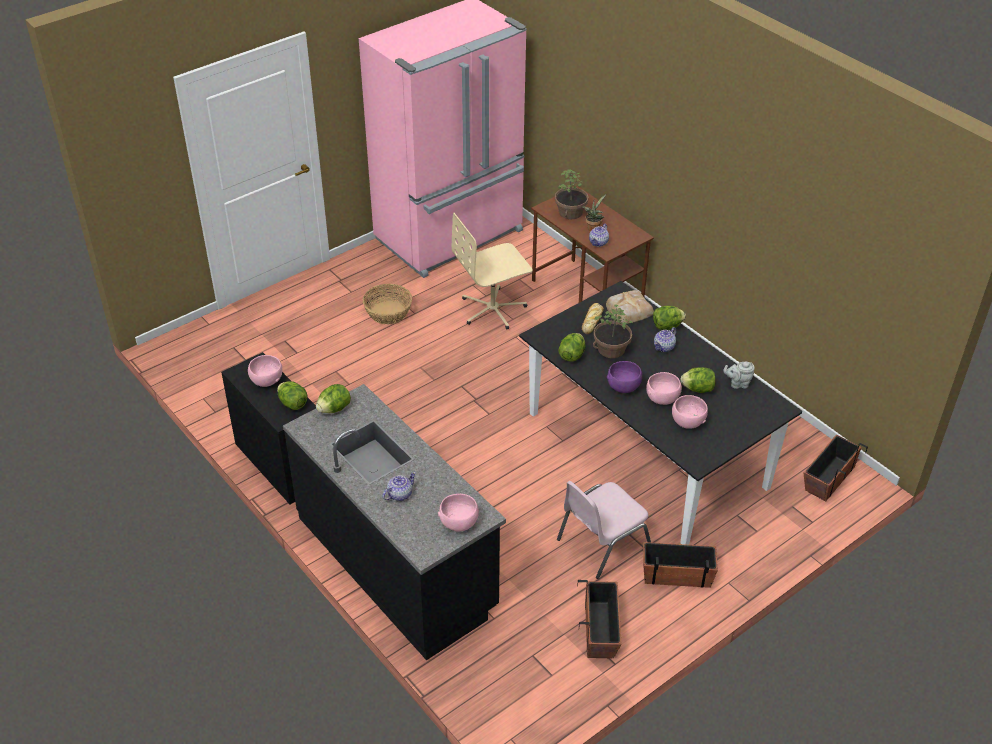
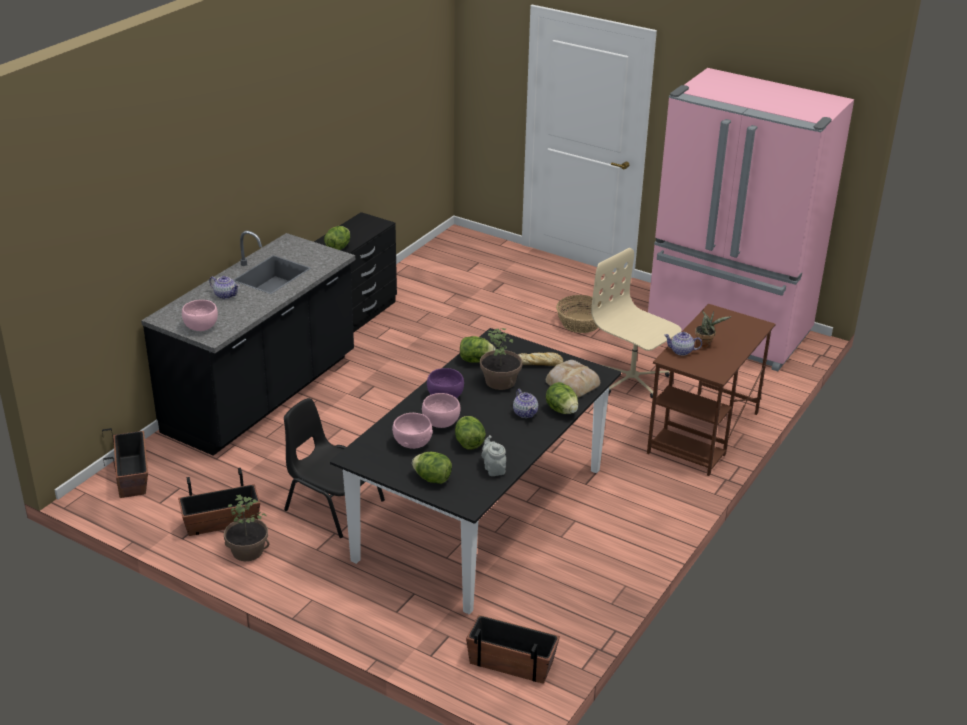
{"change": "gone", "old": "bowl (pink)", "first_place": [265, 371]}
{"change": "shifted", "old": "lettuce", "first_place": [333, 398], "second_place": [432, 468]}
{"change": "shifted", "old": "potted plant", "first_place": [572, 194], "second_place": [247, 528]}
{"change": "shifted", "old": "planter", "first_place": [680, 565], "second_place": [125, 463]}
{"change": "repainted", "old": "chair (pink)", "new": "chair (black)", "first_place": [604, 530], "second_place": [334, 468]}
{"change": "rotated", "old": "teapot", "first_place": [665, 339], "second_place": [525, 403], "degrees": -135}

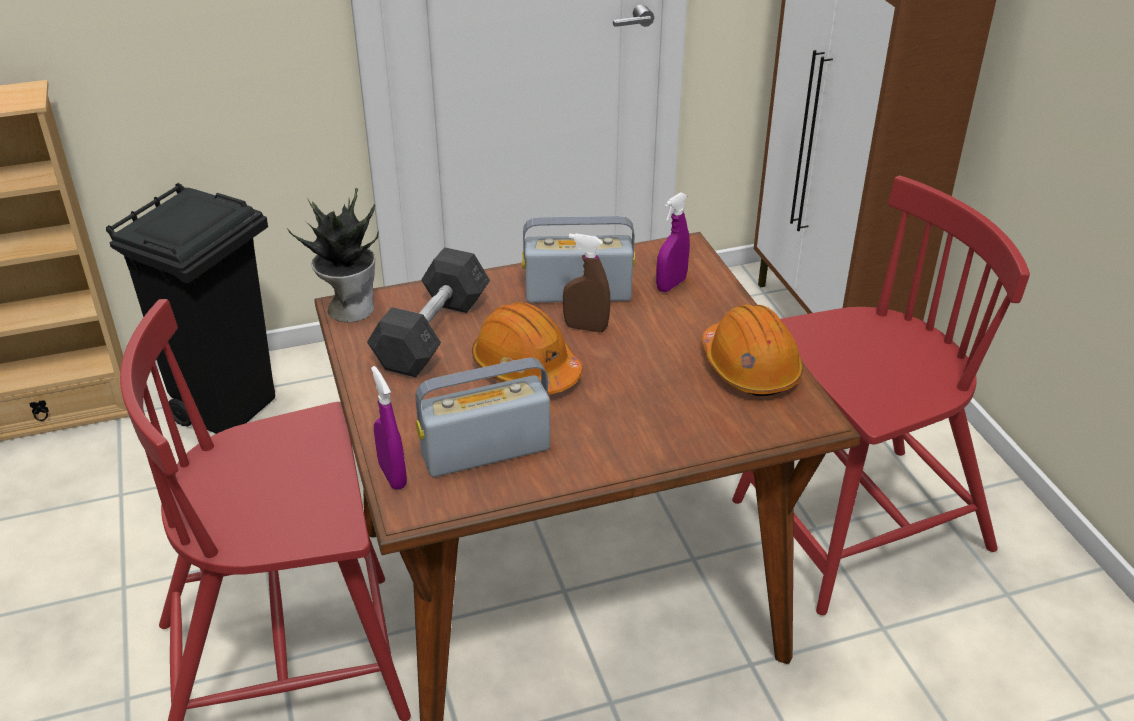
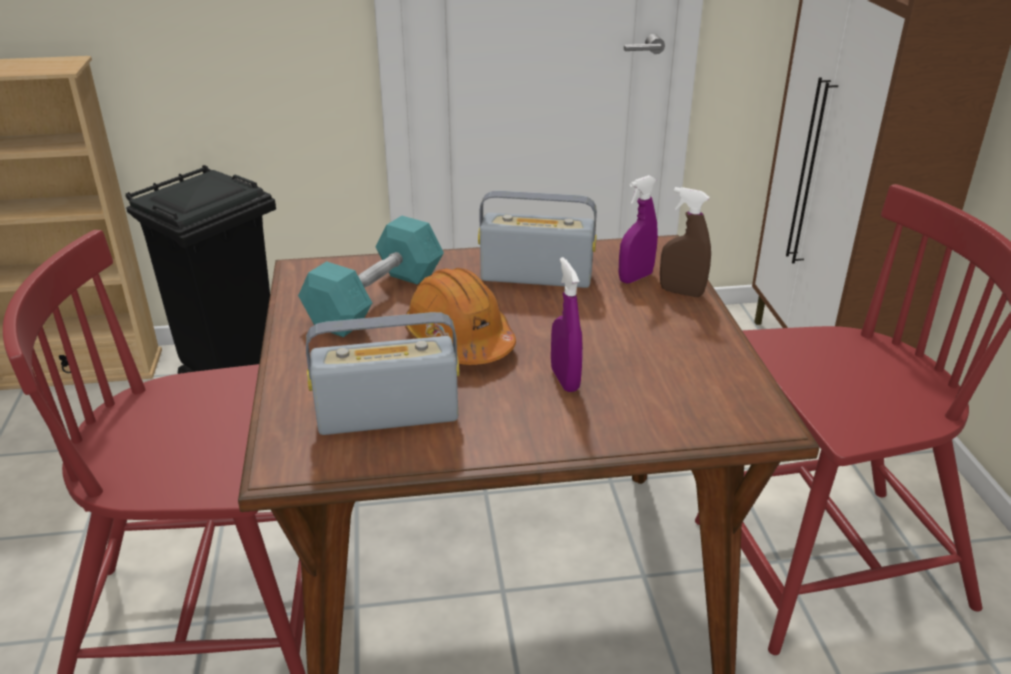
{"change": "gone", "old": "potted plant", "first_place": [333, 255]}
{"change": "gone", "old": "hard hat (orange)", "first_place": [753, 350]}
{"change": "shifted", "old": "spray bottle (purple)", "first_place": [389, 428], "second_place": [567, 324]}
{"change": "shifted", "old": "spray bottle (brown)", "first_place": [586, 282], "second_place": [685, 242]}
{"change": "repainted", "old": "dumbbell (grey)", "new": "dumbbell (turquoise)", "first_place": [428, 312], "second_place": [371, 276]}

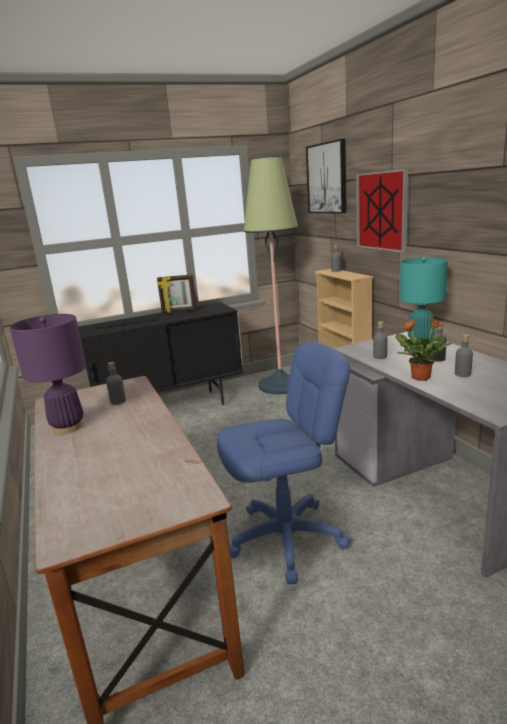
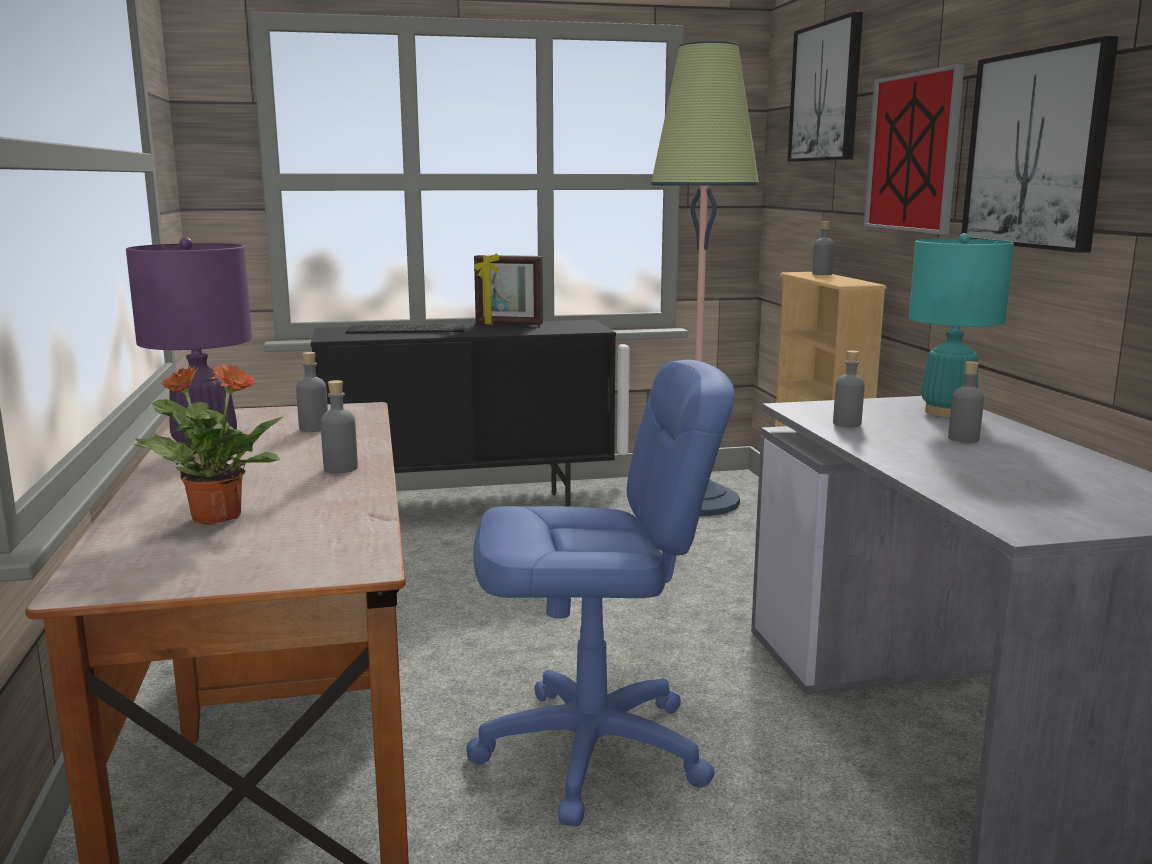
{"change": "new", "new": "picture", "second_place": [1040, 144]}
{"change": "shifted", "old": "potted plant", "first_place": [423, 349], "second_place": [208, 444]}
{"change": "shifted", "old": "bottle (grey)", "first_place": [464, 356], "second_place": [339, 426]}

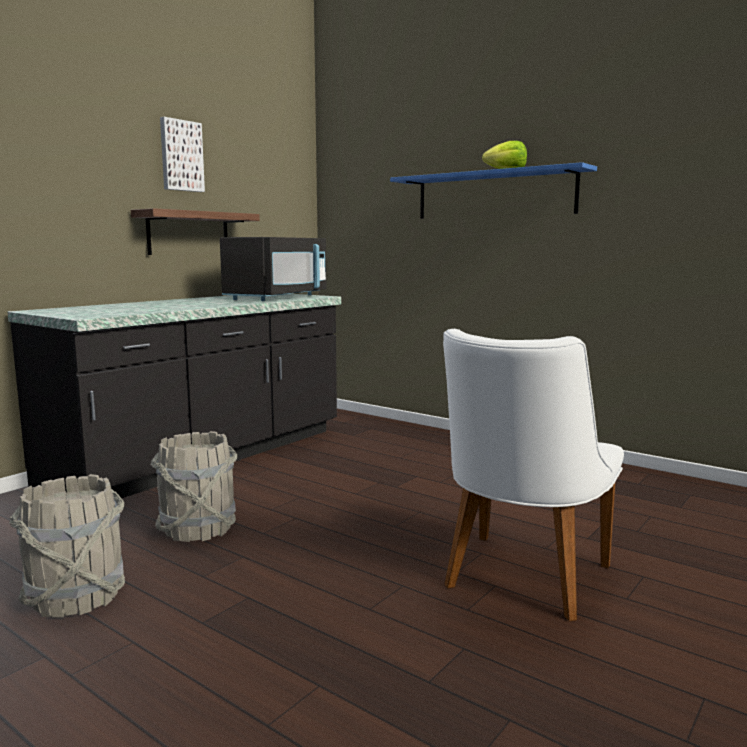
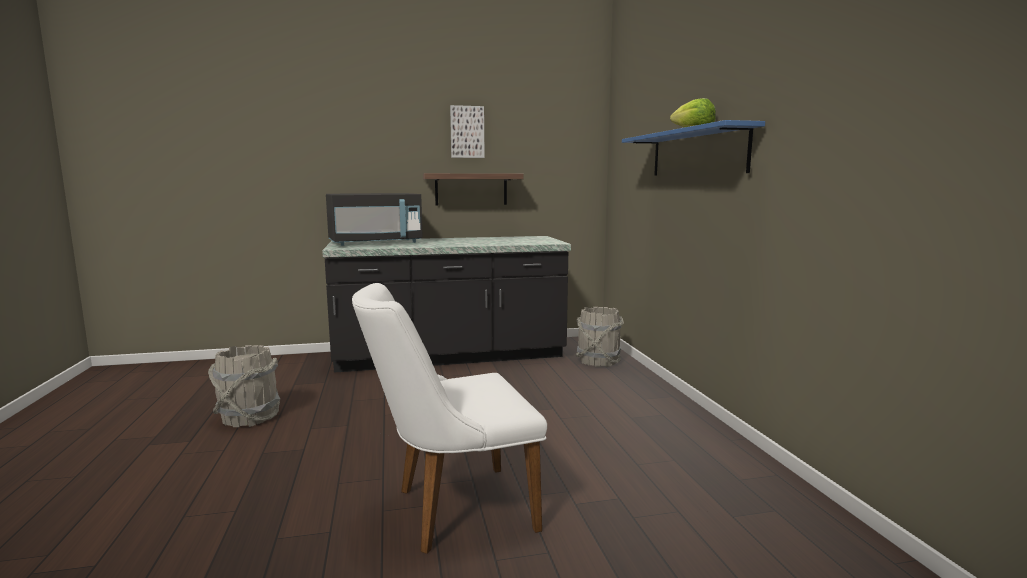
{"change": "shifted", "old": "bucket (grey)", "first_place": [194, 486], "second_place": [600, 337]}
{"change": "shifted", "old": "microwave (black)", "first_place": [273, 269], "second_place": [374, 219]}

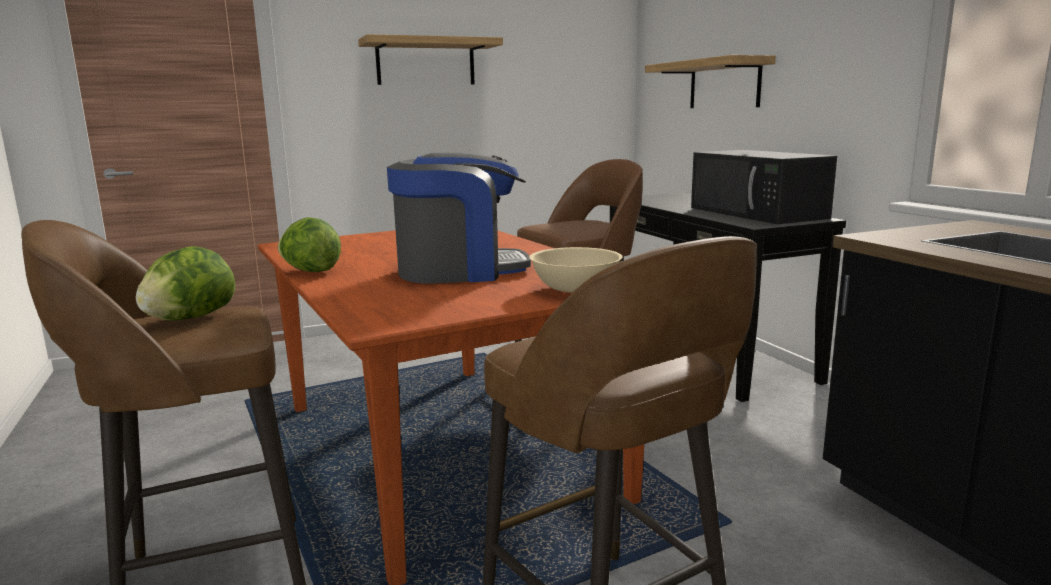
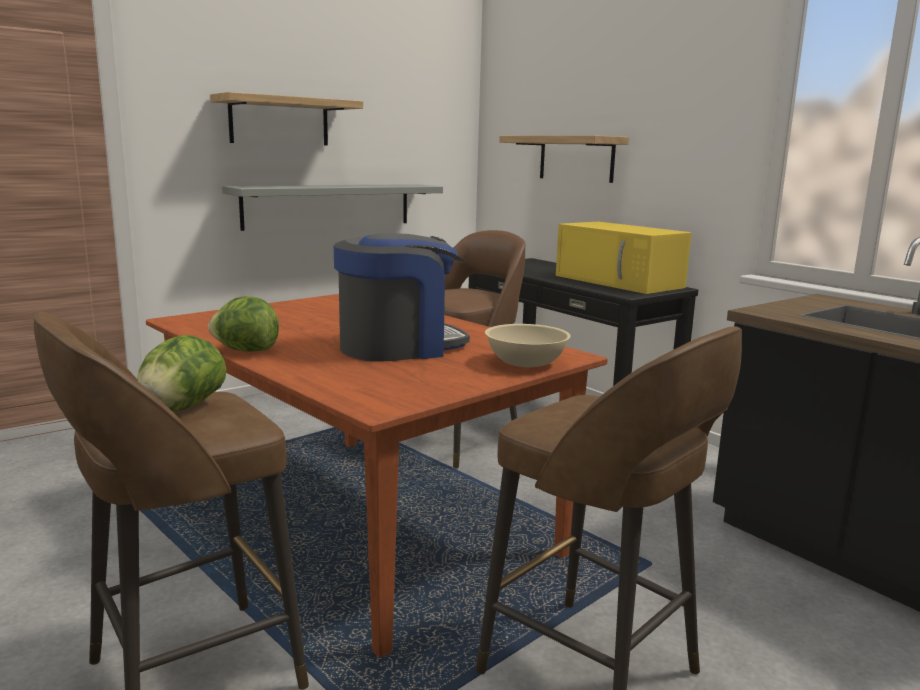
{"change": "new", "new": "shelf (grey)", "second_place": [332, 207]}
{"change": "repainted", "old": "microwave (black)", "new": "microwave (yellow)", "first_place": [764, 187], "second_place": [623, 258]}

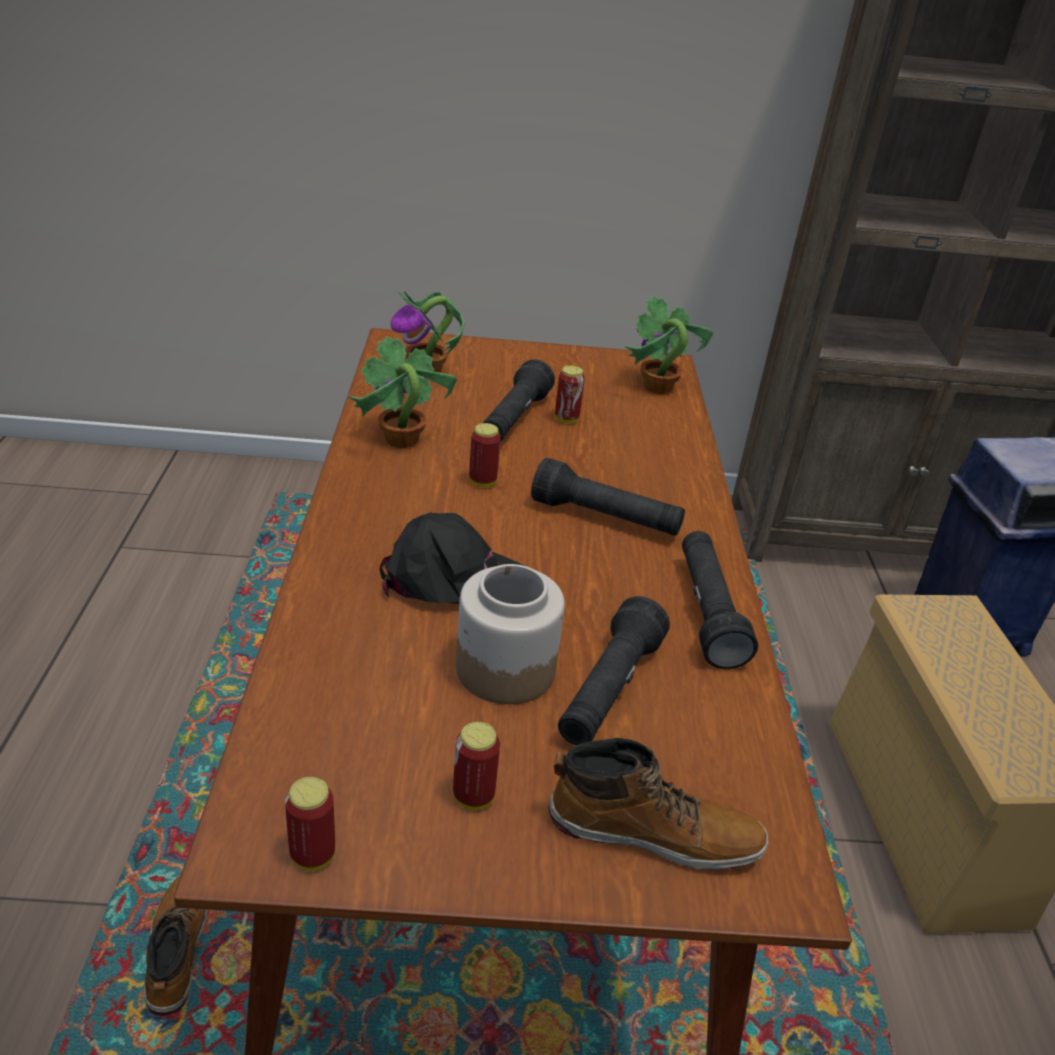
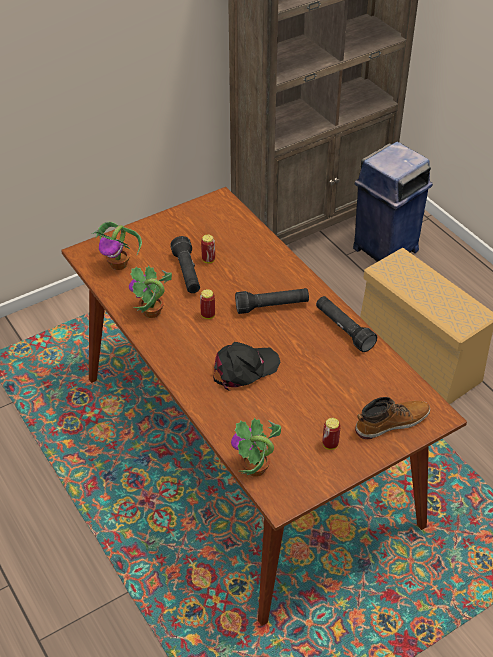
{"change": "gone", "old": "boot", "first_place": [176, 945]}
{"change": "gone", "old": "can", "first_place": [310, 824]}
{"change": "gone", "old": "jar", "first_place": [510, 634]}
{"change": "gone", "old": "flashlight (black)", "first_place": [614, 670]}
{"change": "shifted", "old": "potted plant", "first_place": [668, 345], "second_place": [256, 447]}

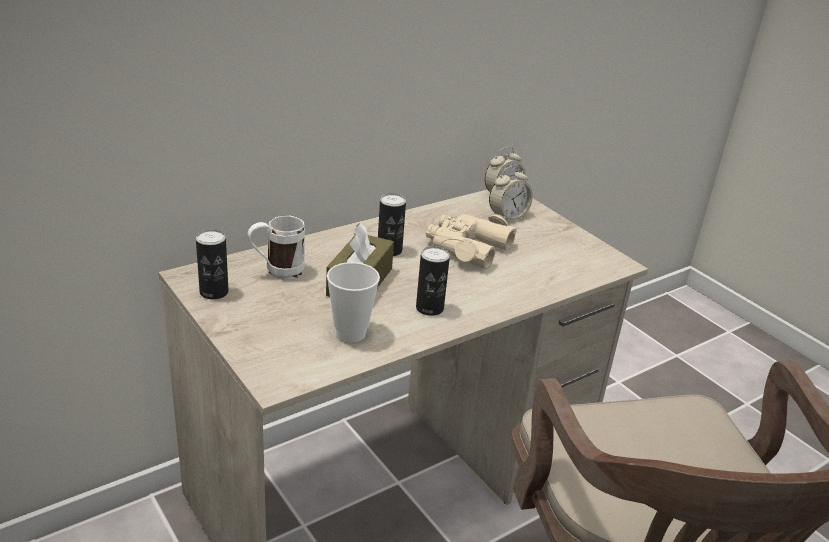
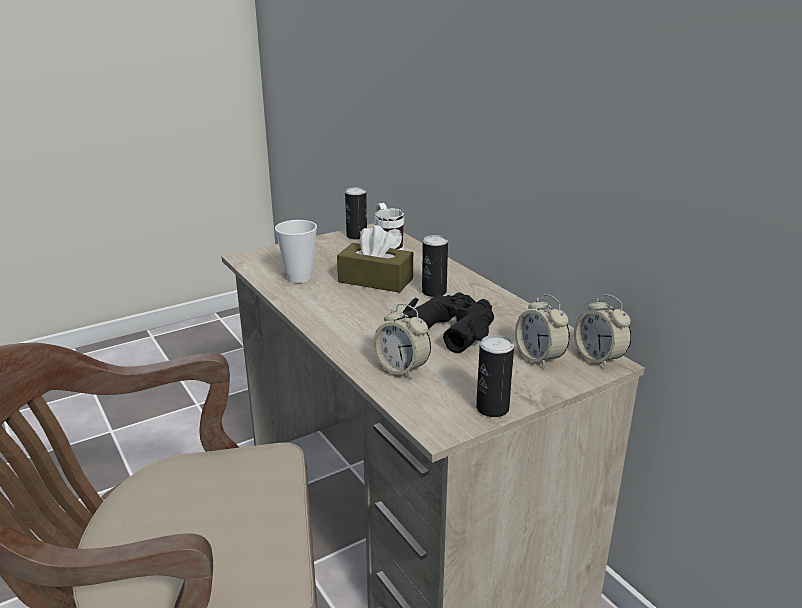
{"change": "new", "new": "alarm clock", "second_place": [402, 341]}
{"change": "shifted", "old": "can", "first_place": [433, 281], "second_place": [495, 376]}
{"change": "repainted", "old": "binoculars (beige)", "new": "binoculars (black)", "first_place": [471, 241], "second_place": [445, 323]}

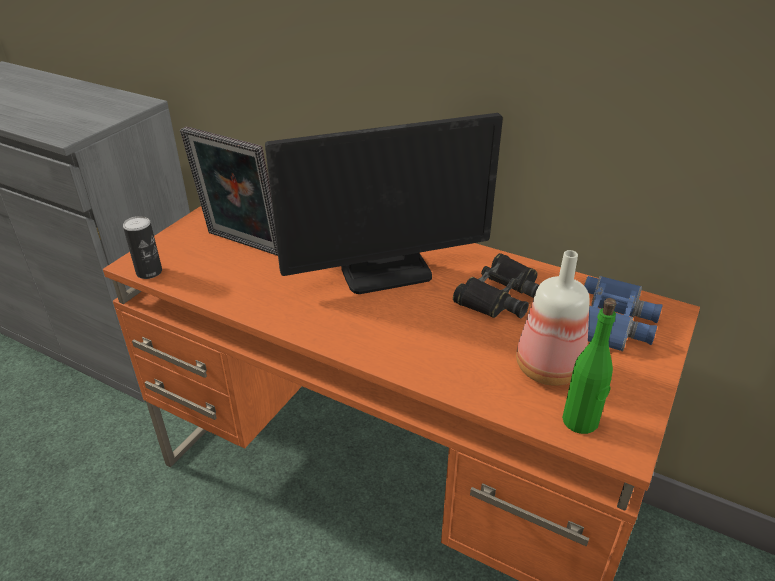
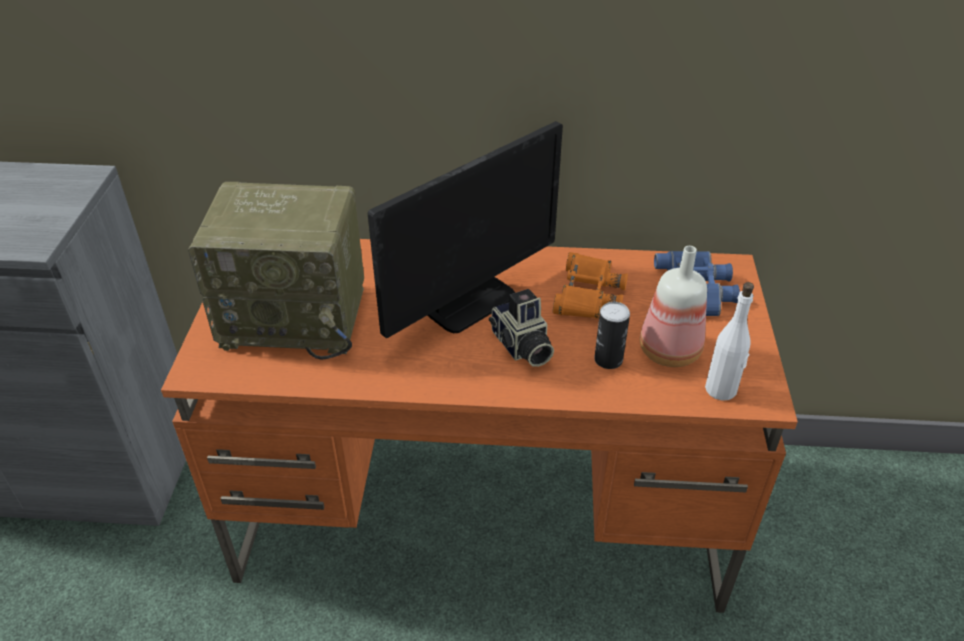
{"change": "new", "new": "photo camera", "second_place": [521, 328]}
{"change": "shifted", "old": "can", "first_place": [142, 247], "second_place": [612, 335]}
{"change": "swapped", "old": "picture frame", "new": "radio", "first_place": [229, 191], "second_place": [276, 271]}
{"change": "repainted", "old": "binoculars (black)", "new": "binoculars (orange)", "first_place": [496, 286], "second_place": [590, 285]}
{"change": "repainted", "old": "bottle (green)", "new": "bottle (white)", "first_place": [589, 366], "second_place": [729, 341]}

